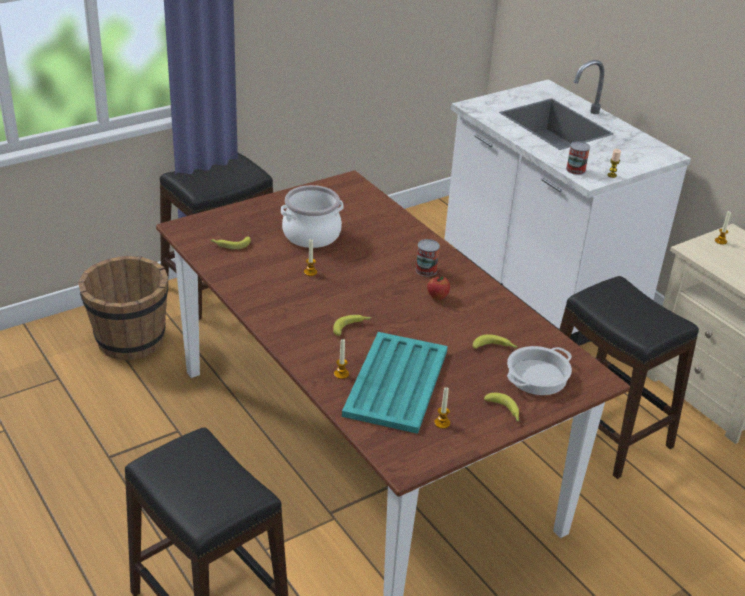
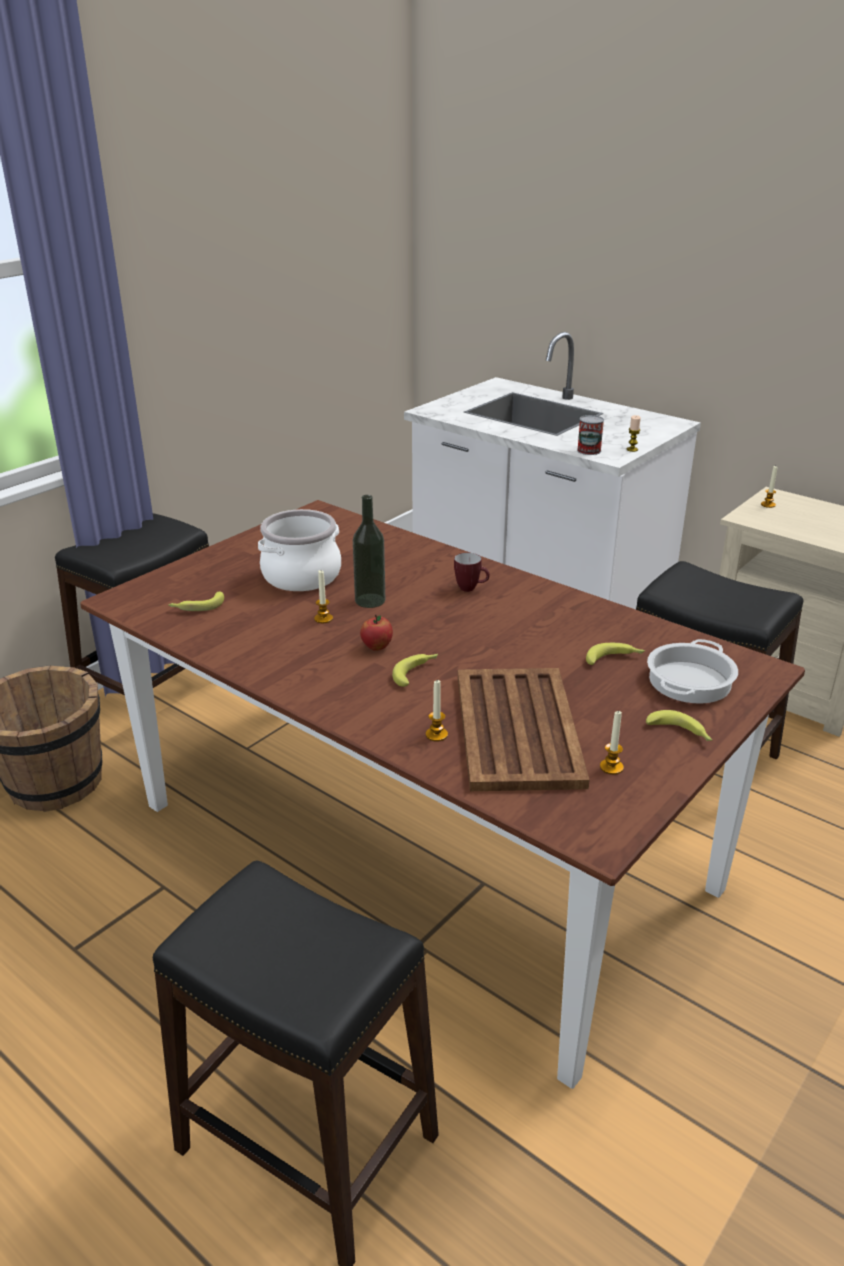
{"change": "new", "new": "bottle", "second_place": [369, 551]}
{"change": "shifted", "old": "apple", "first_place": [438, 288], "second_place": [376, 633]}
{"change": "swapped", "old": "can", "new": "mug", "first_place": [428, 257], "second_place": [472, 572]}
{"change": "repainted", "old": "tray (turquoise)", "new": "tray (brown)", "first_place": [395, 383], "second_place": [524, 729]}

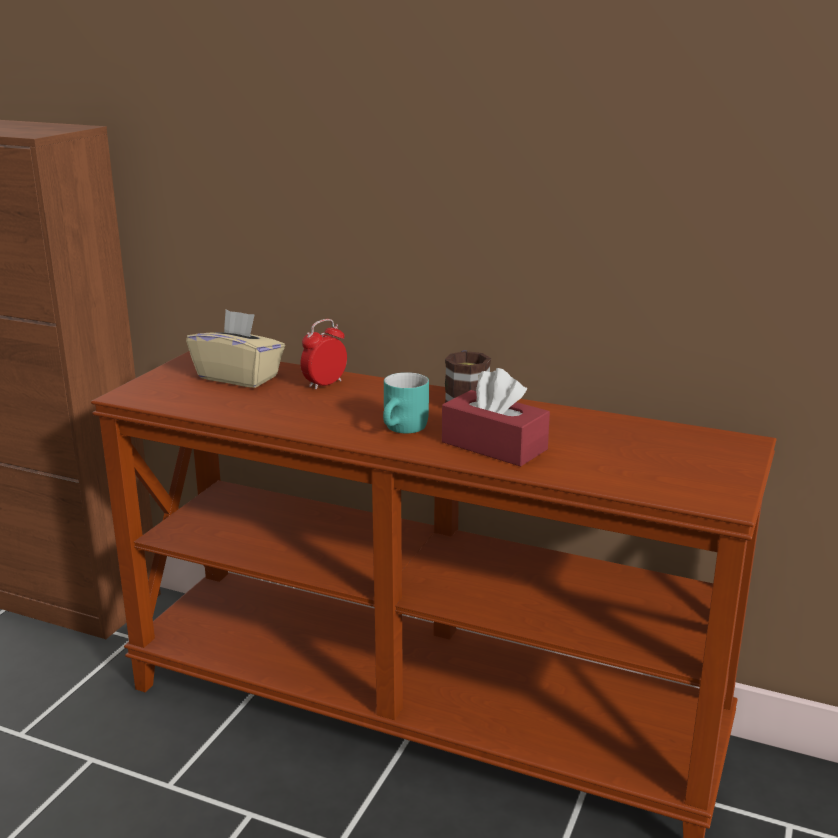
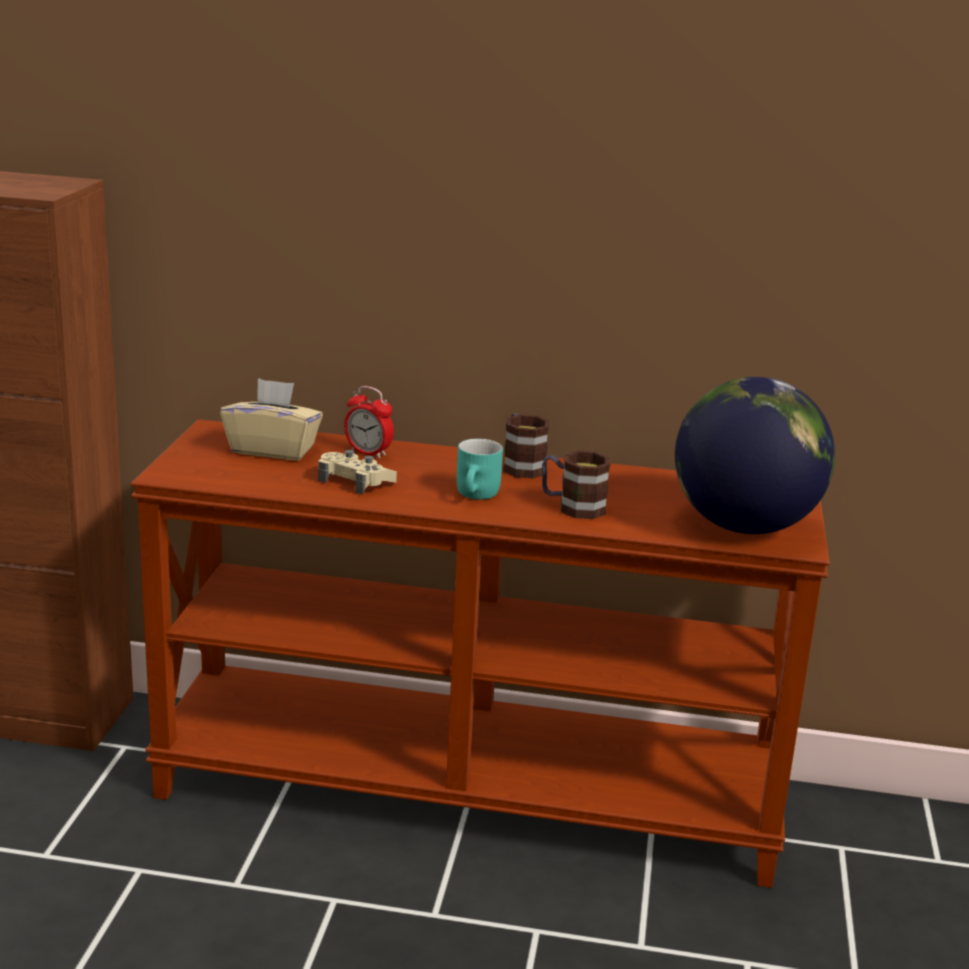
{"change": "new", "new": "game controller (beige)", "second_place": [357, 472]}
{"change": "new", "new": "globe", "second_place": [755, 455]}
{"change": "swapped", "old": "tissue box (red)", "new": "mug", "first_place": [496, 417], "second_place": [576, 485]}
{"change": "rotated", "old": "alarm clock", "first_place": [323, 354], "second_place": [369, 422], "degrees": -90}

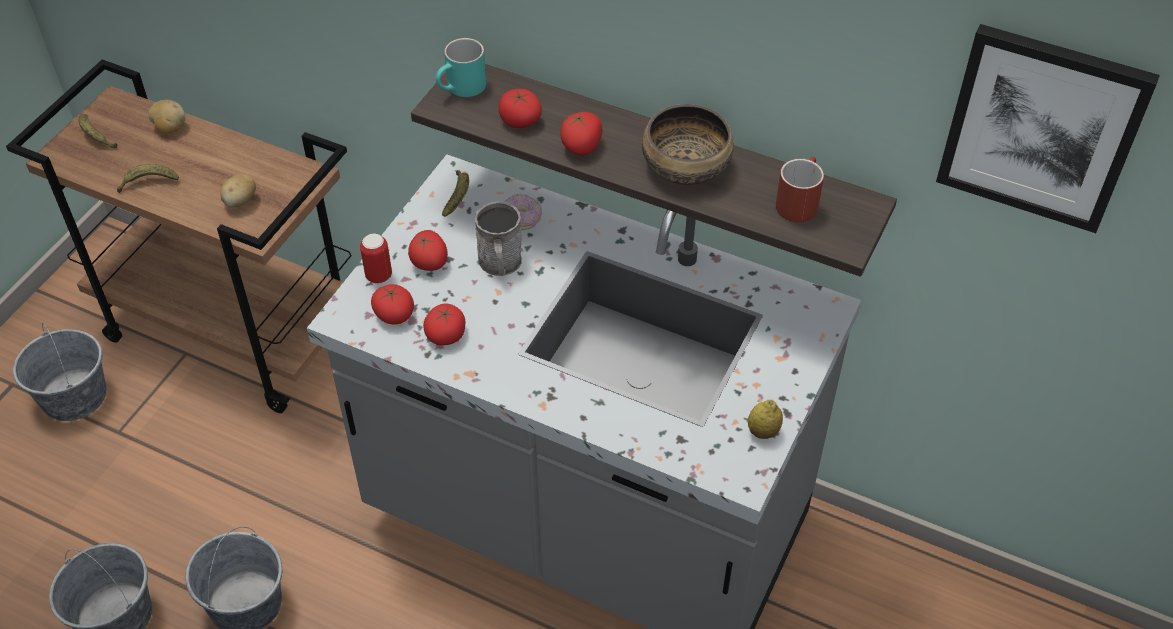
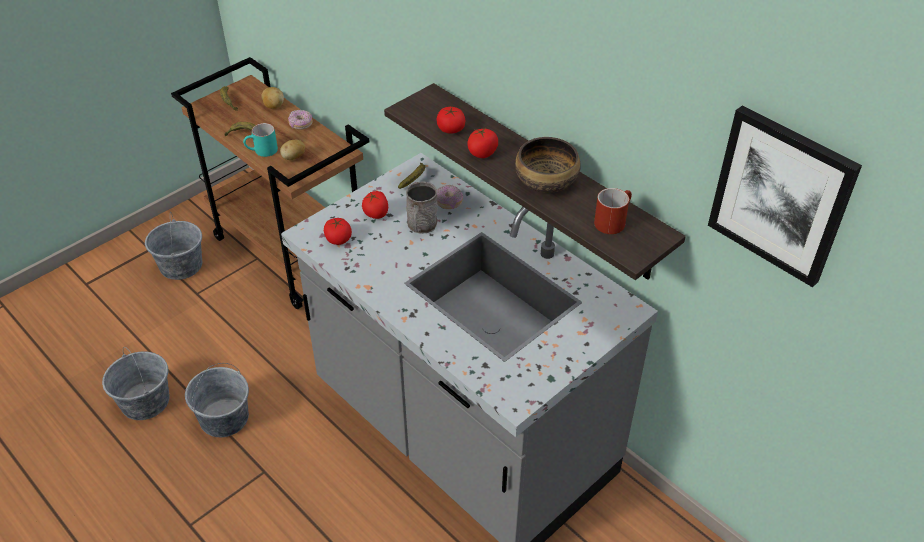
{"change": "gone", "old": "can", "first_place": [376, 258]}
{"change": "gone", "old": "tomato", "first_place": [444, 324]}
{"change": "gone", "old": "lemon", "first_place": [765, 419]}
{"change": "new", "new": "donut", "second_place": [300, 120]}
{"change": "shifted", "old": "mug (turquoise)", "first_place": [461, 67], "second_place": [260, 140]}

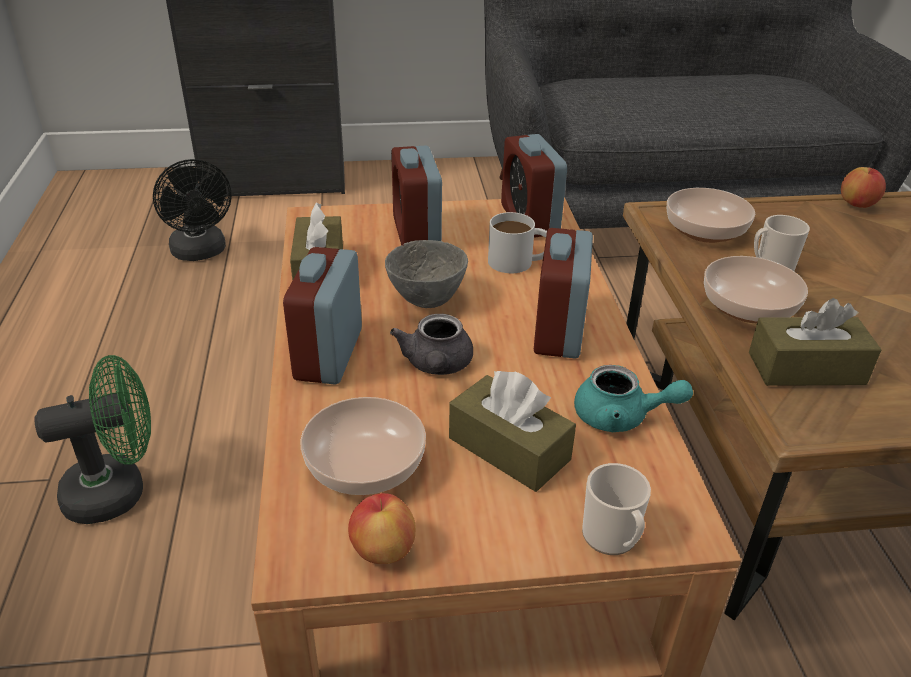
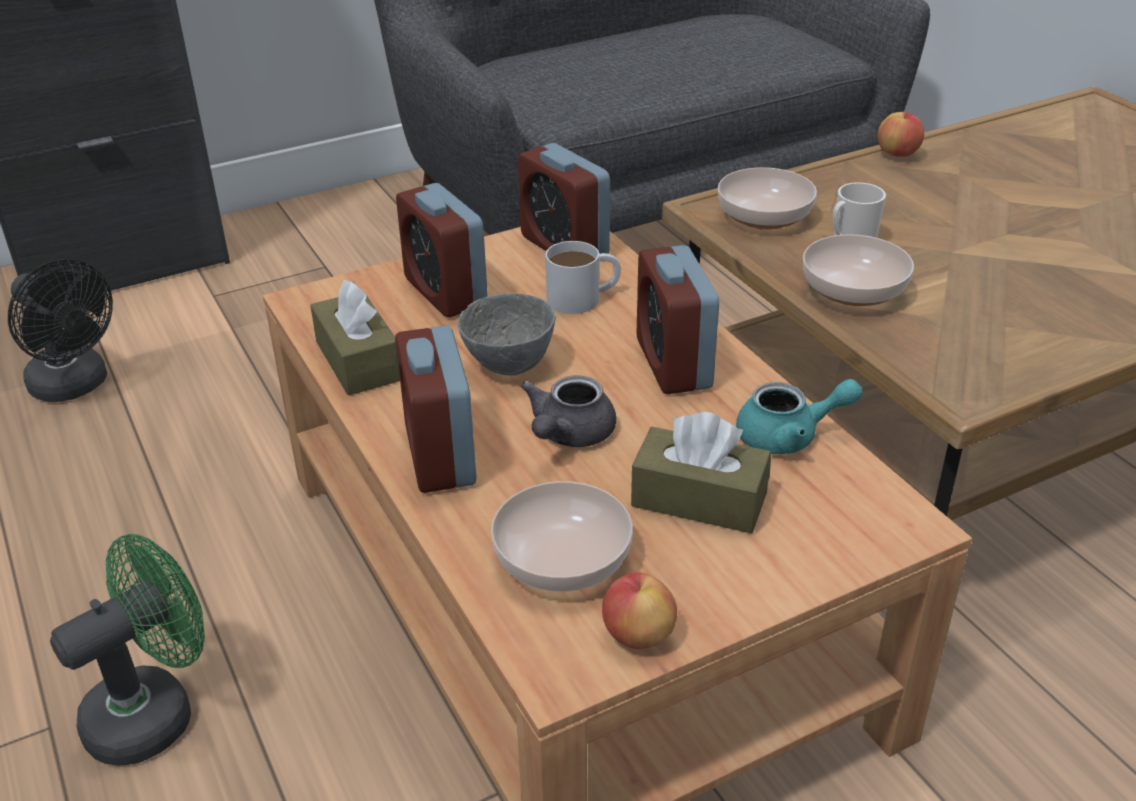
{"change": "gone", "old": "mug", "first_place": [616, 509]}
{"change": "gone", "old": "tissue box (brown)", "first_place": [815, 342]}
{"change": "rotated", "old": "teapot (grey)", "first_place": [431, 344], "second_place": [568, 411], "degrees": 45}

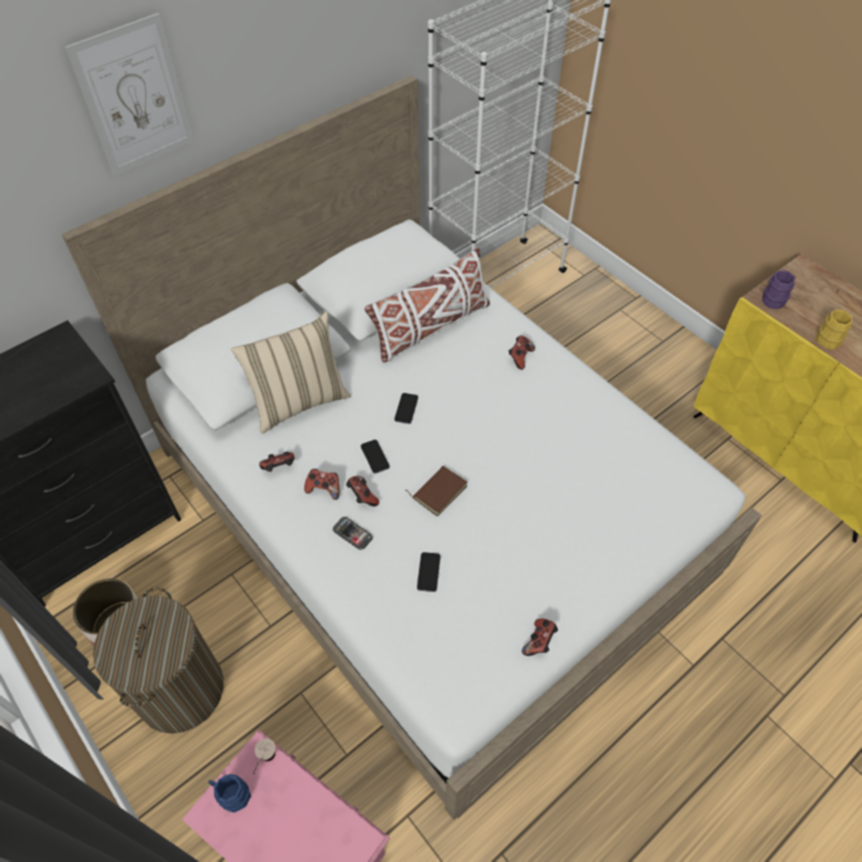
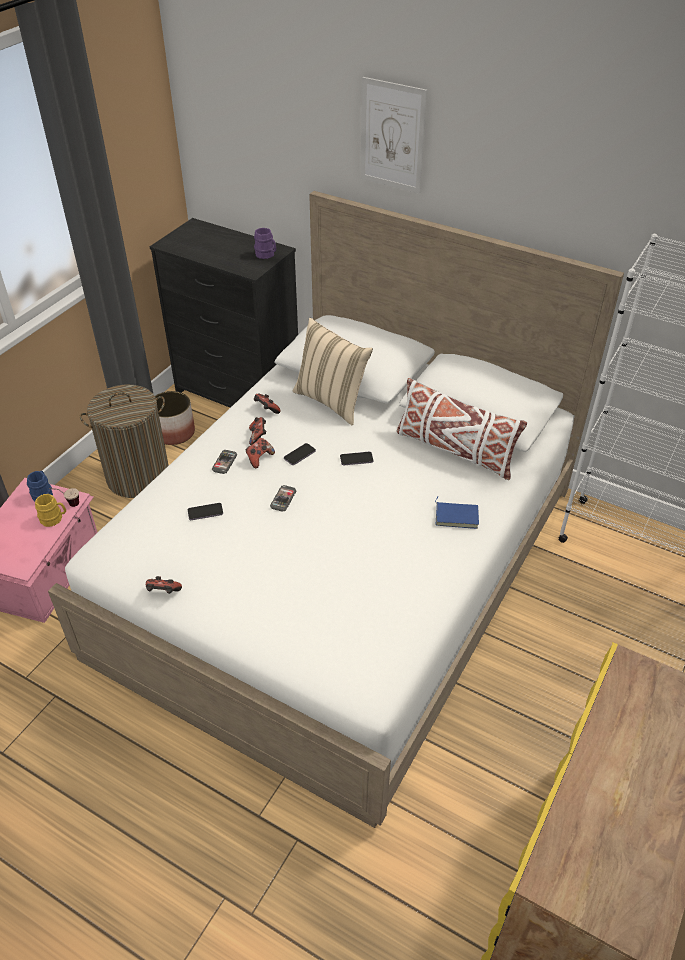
{"change": "shifted", "old": "mug (purple)", "first_place": [779, 289], "second_place": [265, 243]}
{"change": "shifted", "old": "mug (yellow)", "first_place": [834, 329], "second_place": [50, 510]}
{"change": "swapped", "old": "book (brown)", "new": "phone", "first_place": [436, 491], "second_place": [283, 498]}
{"change": "swapped", "old": "game controller", "new": "book (blue)", "first_place": [522, 353], "second_place": [457, 512]}

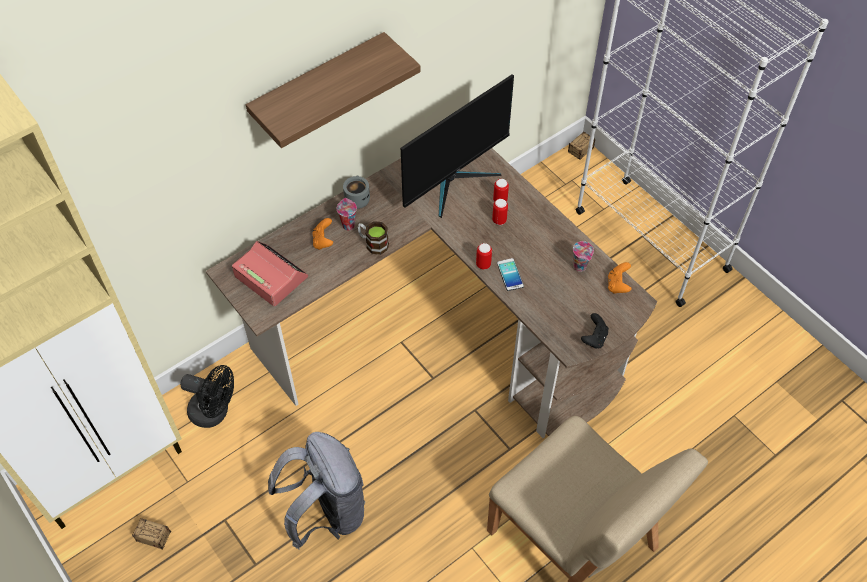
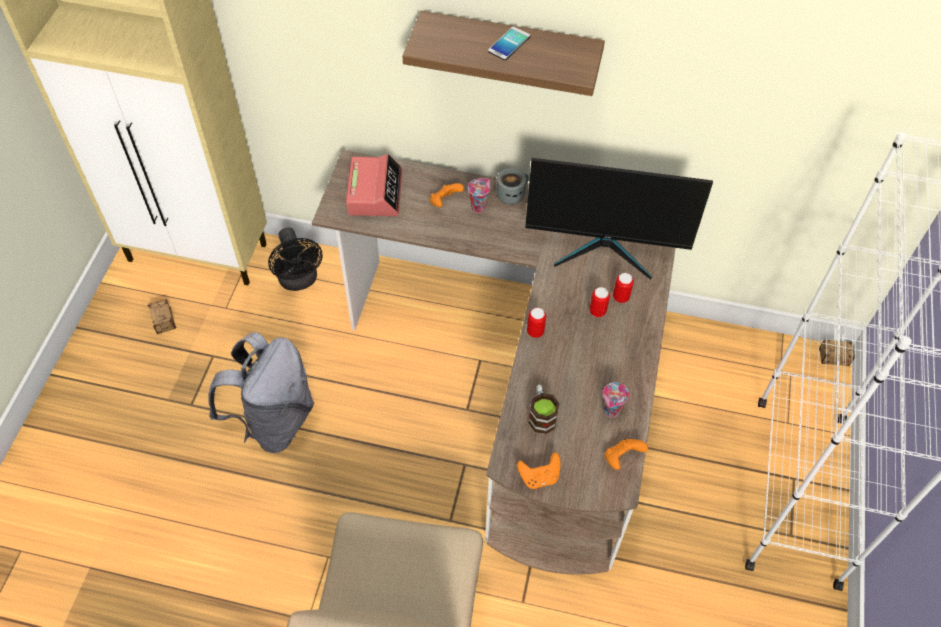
{"change": "shifted", "old": "mug", "first_place": [373, 238], "second_place": [544, 409]}
{"change": "shifted", "old": "phone", "first_place": [510, 274], "second_place": [509, 43]}
{"change": "repainted", "old": "game controller (black)", "new": "game controller (orange)", "first_place": [595, 331], "second_place": [539, 470]}

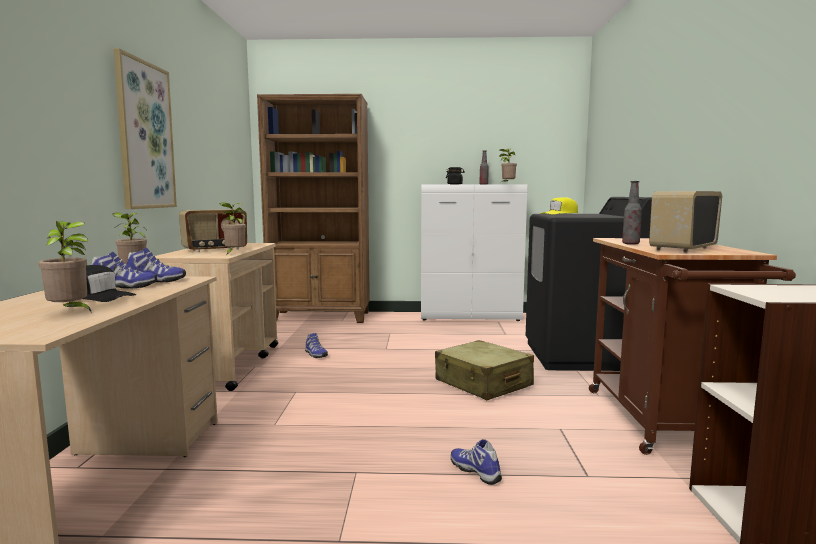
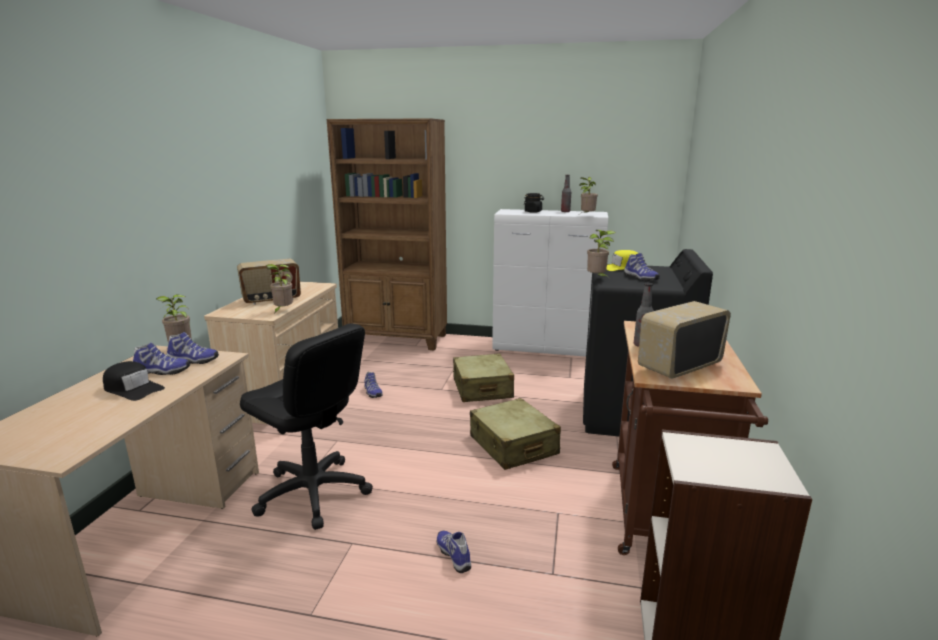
{"change": "gone", "old": "picture", "first_place": [145, 128]}
{"change": "new", "new": "office chair (black)", "second_place": [306, 426]}
{"change": "new", "new": "suitcase (beige)", "second_place": [483, 377]}
{"change": "new", "new": "shoe", "second_place": [642, 267]}
{"change": "shifted", "old": "potted plant", "first_place": [65, 267], "second_place": [601, 253]}

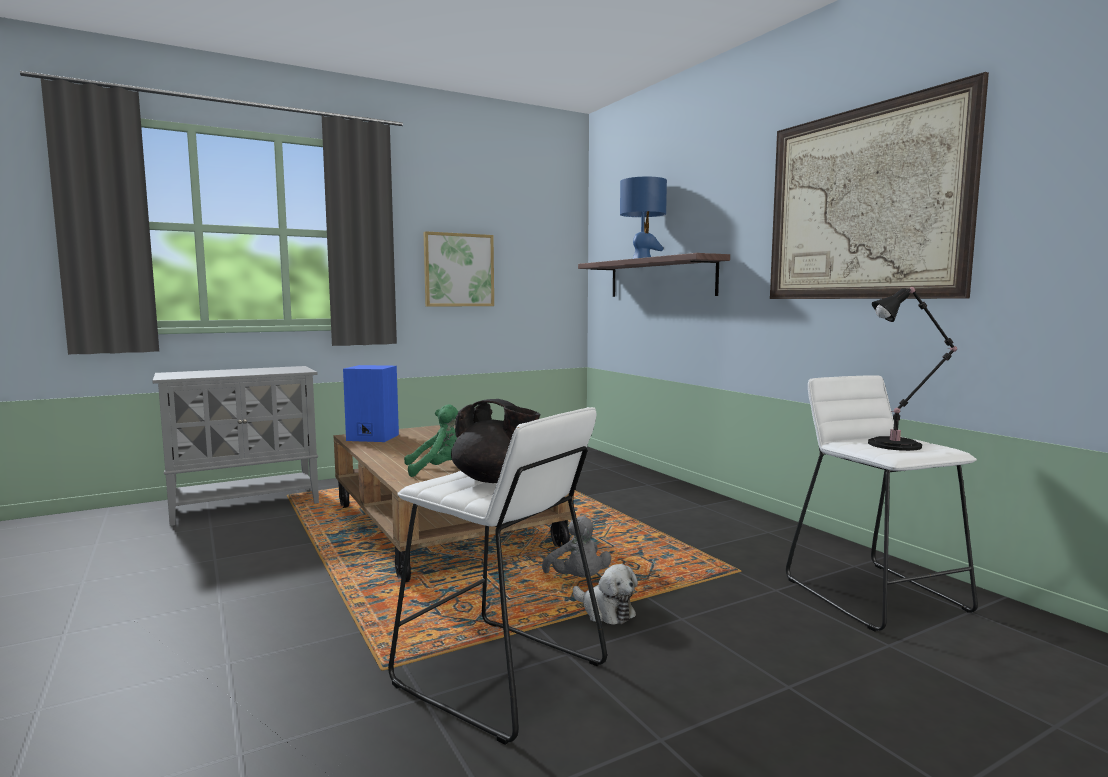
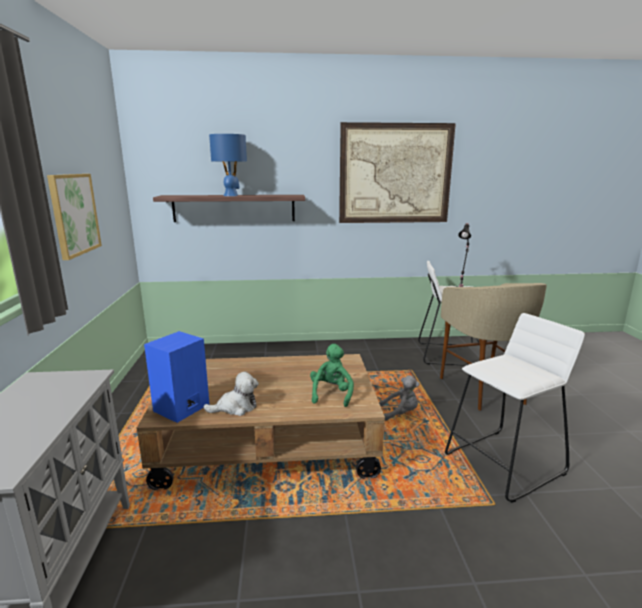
{"change": "gone", "old": "teapot (black)", "first_place": [496, 441]}
{"change": "new", "new": "stool (beige)", "second_place": [493, 347]}
{"change": "shifted", "old": "plush toy", "first_place": [605, 594], "second_place": [231, 394]}

